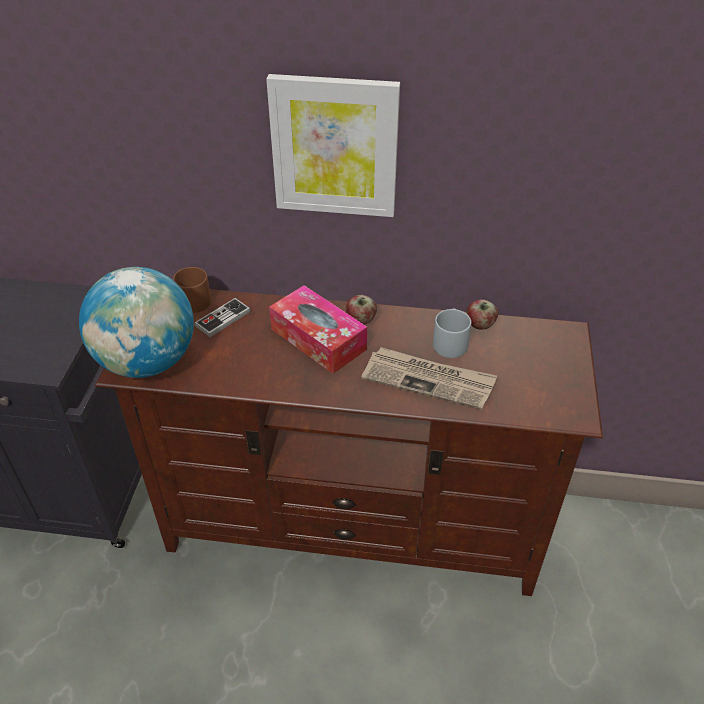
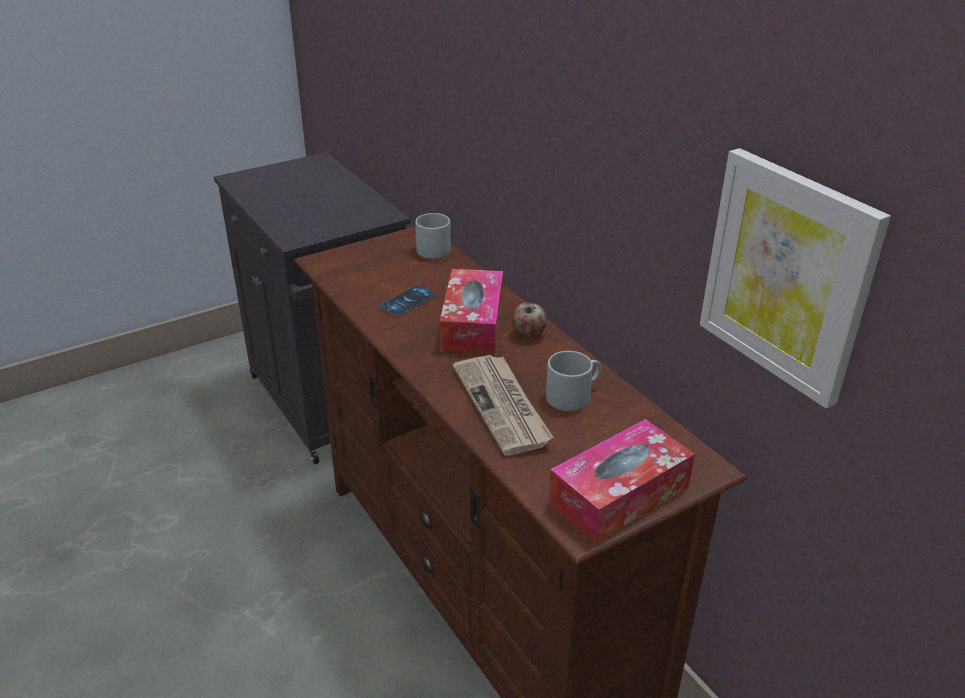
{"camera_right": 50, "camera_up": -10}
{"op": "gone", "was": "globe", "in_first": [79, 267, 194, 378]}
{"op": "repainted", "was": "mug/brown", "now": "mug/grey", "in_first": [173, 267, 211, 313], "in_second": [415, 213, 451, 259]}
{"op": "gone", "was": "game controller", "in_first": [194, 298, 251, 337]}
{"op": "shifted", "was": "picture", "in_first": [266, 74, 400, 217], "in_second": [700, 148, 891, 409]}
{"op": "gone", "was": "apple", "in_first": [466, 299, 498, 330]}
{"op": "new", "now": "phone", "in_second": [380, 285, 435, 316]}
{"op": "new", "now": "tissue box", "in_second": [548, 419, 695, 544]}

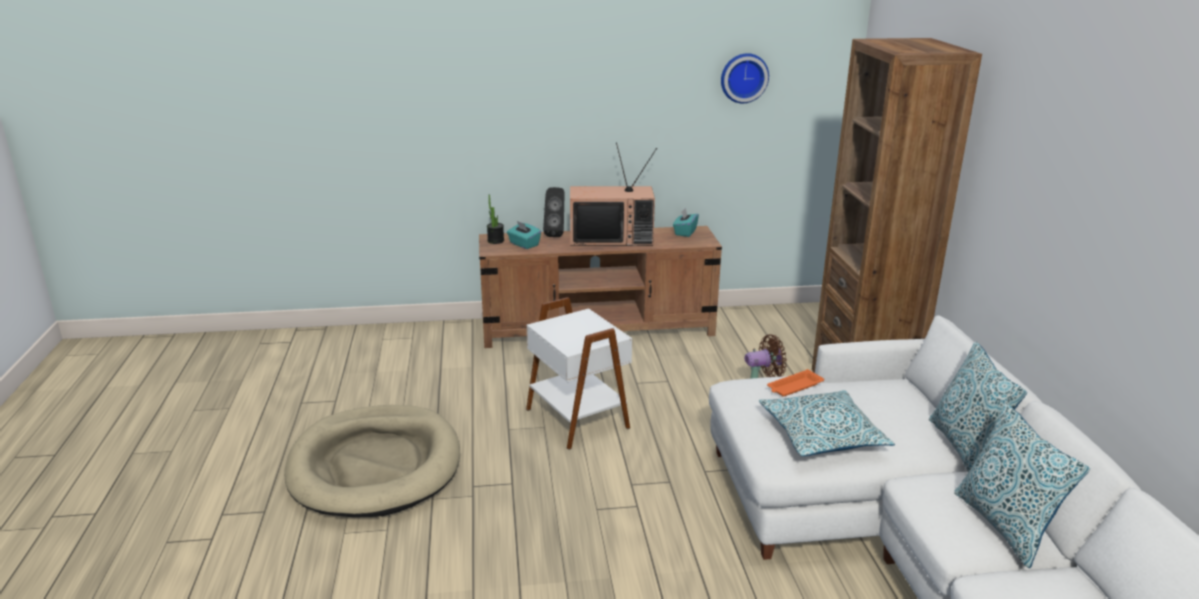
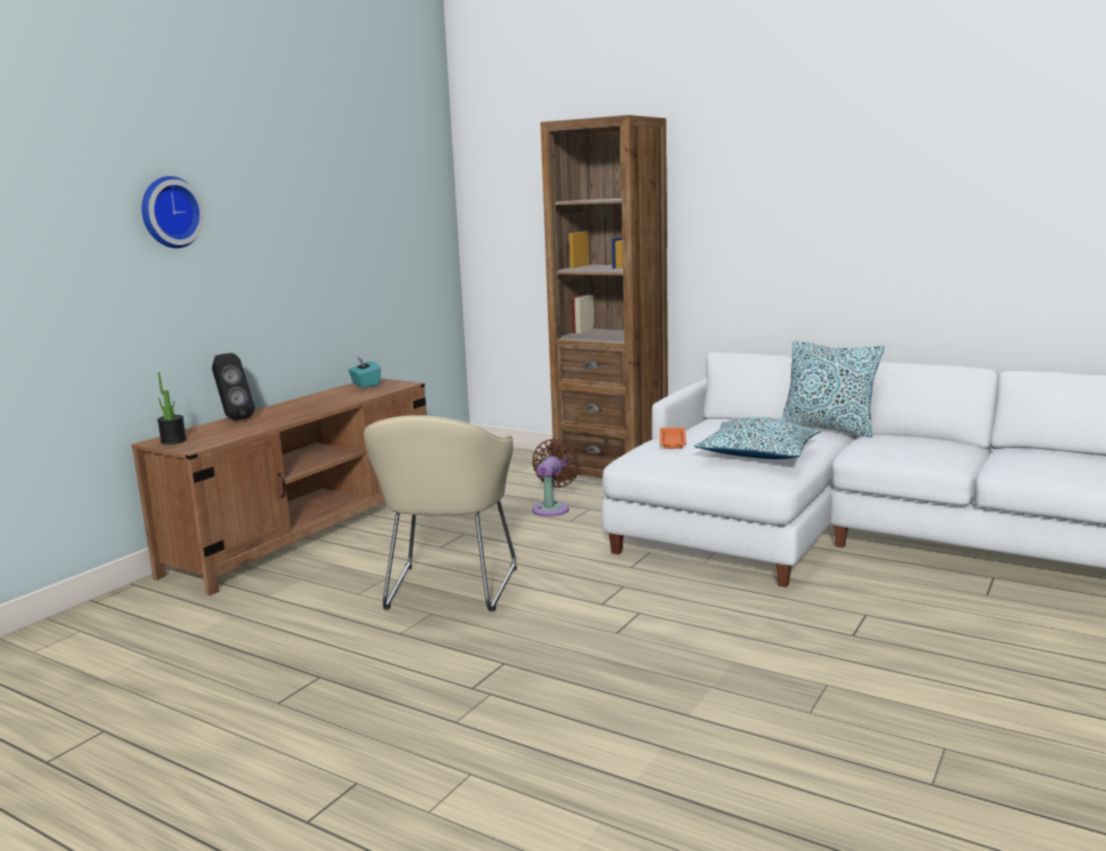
{"camera_right": -50, "camera_up": -10}
{"op": "gone", "was": "dog bed/beige", "in_first": [284, 405, 460, 517]}
{"op": "gone", "was": "tissue box/turquoise", "in_first": [507, 221, 541, 249]}
{"op": "swapped", "was": "side table/white", "now": "armchair/beige", "in_first": [526, 297, 632, 450], "in_second": [364, 415, 517, 611]}
{"op": "gone", "was": "television", "in_first": [570, 142, 657, 246]}
{"op": "shifted", "was": "wall clock", "in_first": [721, 53, 769, 103], "in_second": [142, 176, 205, 248]}
{"op": "gone", "was": "pillow", "in_first": [954, 403, 1090, 568]}

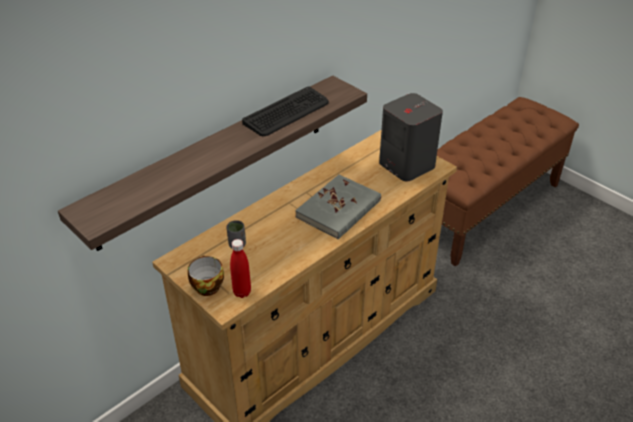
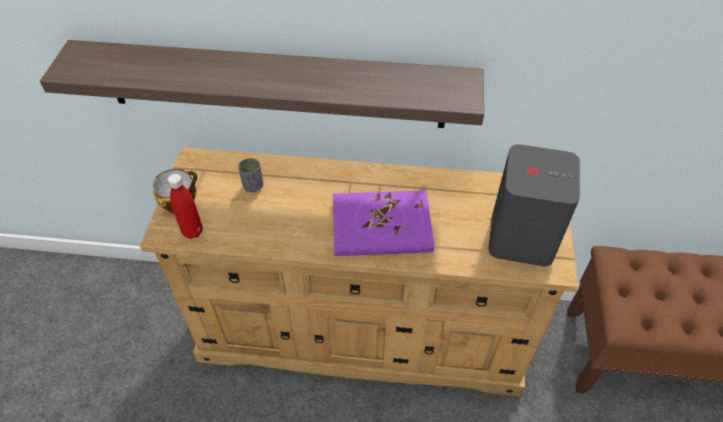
{"camera_right": 50, "camera_up": 10}
{"op": "gone", "was": "keyboard", "in_first": [242, 87, 329, 136]}
{"op": "repainted", "was": "book/grey", "now": "book/purple", "in_first": [295, 174, 381, 239], "in_second": [333, 190, 434, 256]}

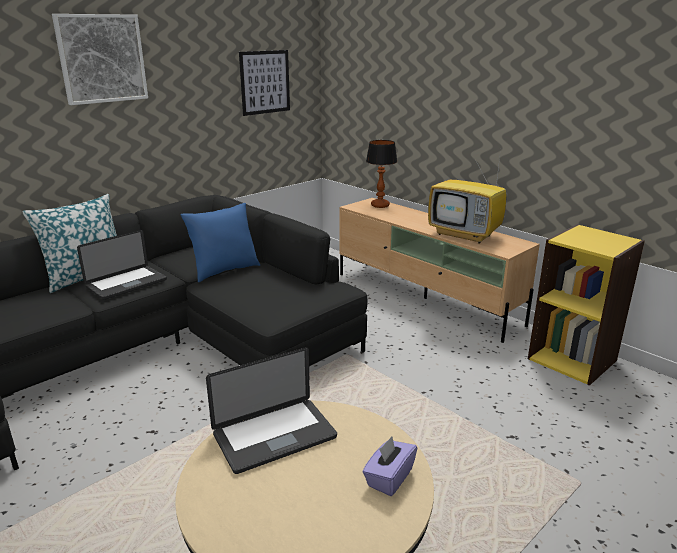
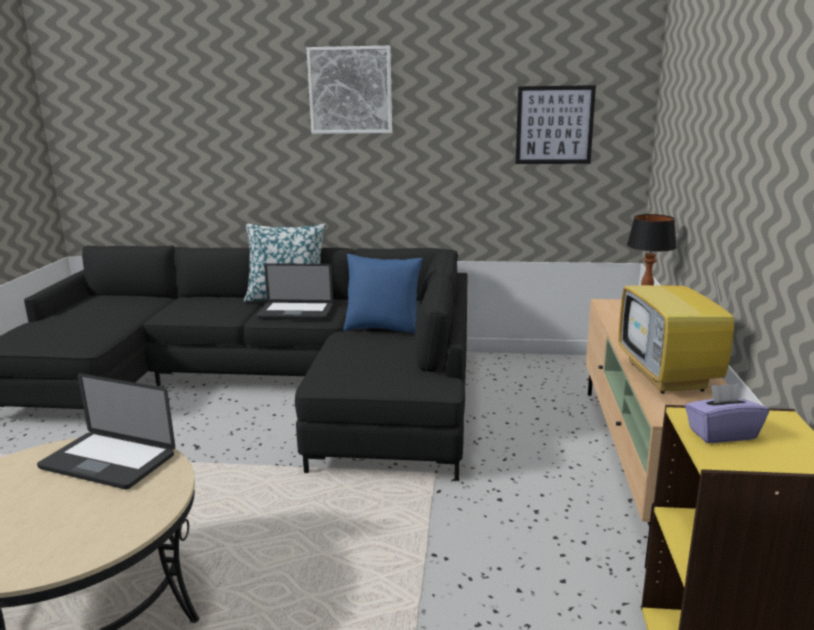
{"camera_right": 50, "camera_up": -5}
{"op": "shifted", "was": "tissue box/purple", "in_first": [363, 436, 417, 496], "in_second": [685, 383, 769, 443]}

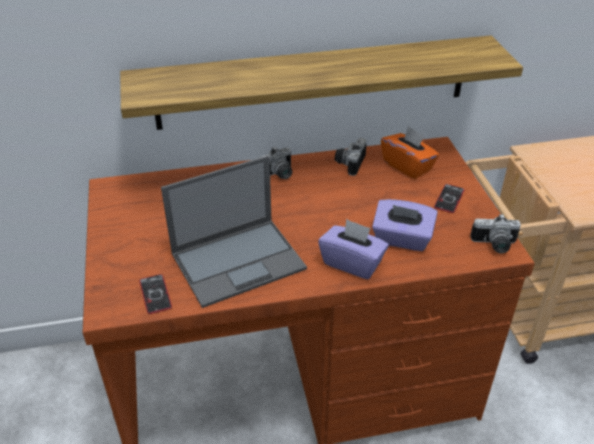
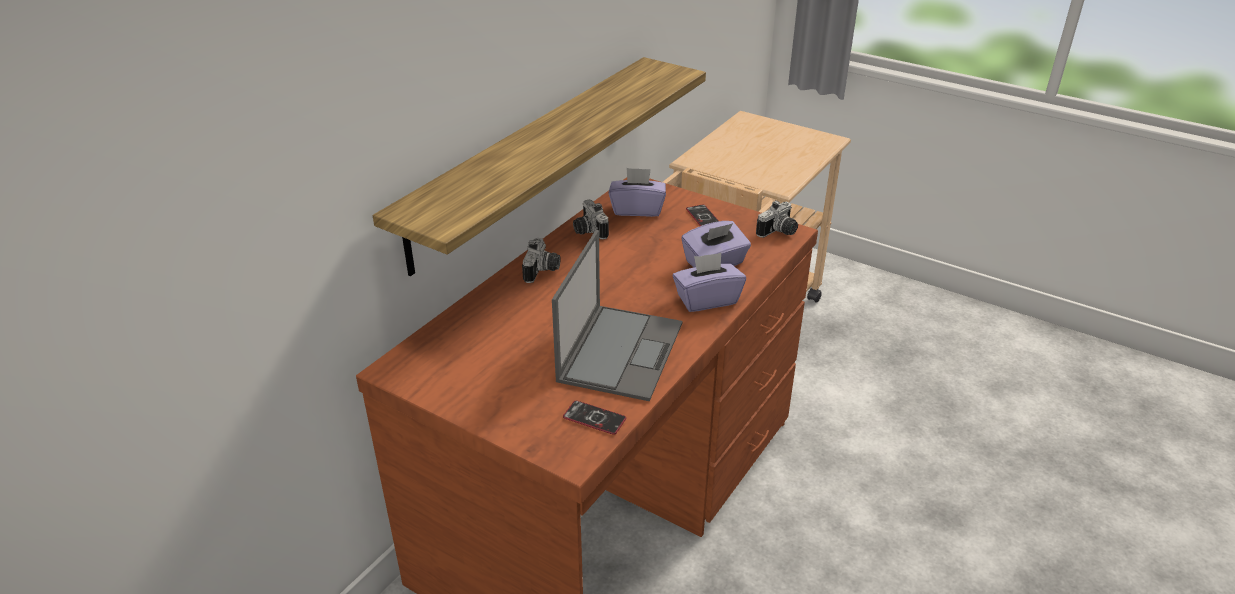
{"camera_right": -45, "camera_up": -5}
{"op": "repainted", "was": "tissue box/orange", "now": "tissue box/purple", "in_first": [381, 126, 439, 179], "in_second": [609, 168, 666, 217]}

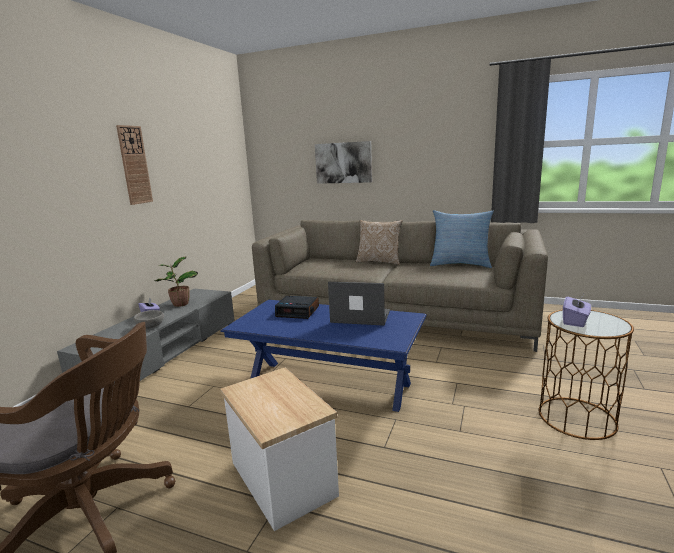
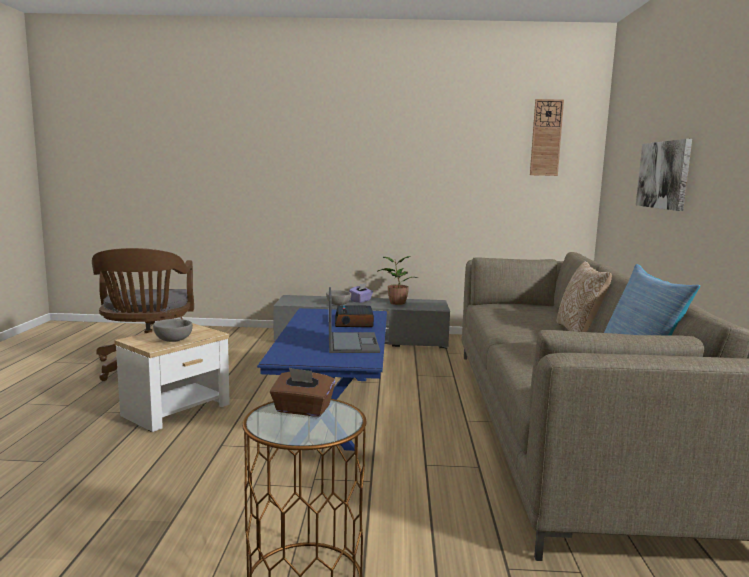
{"camera_right": 70, "camera_up": -5}
{"op": "shifted", "was": "wall clock", "in_first": [116, 125, 153, 205], "in_second": [530, 99, 564, 176]}
{"op": "repainted", "was": "tissue box/purple", "now": "tissue box/brown", "in_first": [563, 295, 591, 327], "in_second": [270, 368, 335, 417]}
{"op": "new", "now": "bowl/grey", "in_second": [153, 319, 193, 342]}

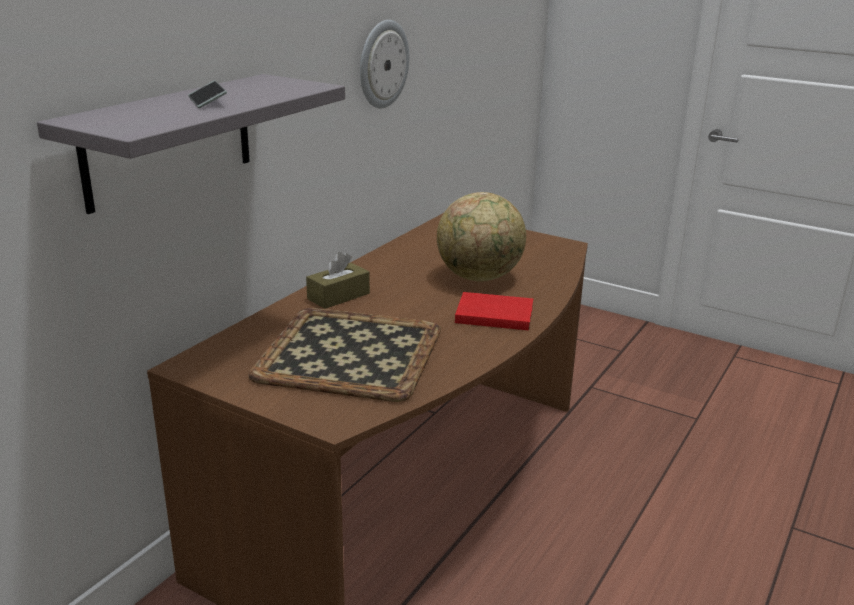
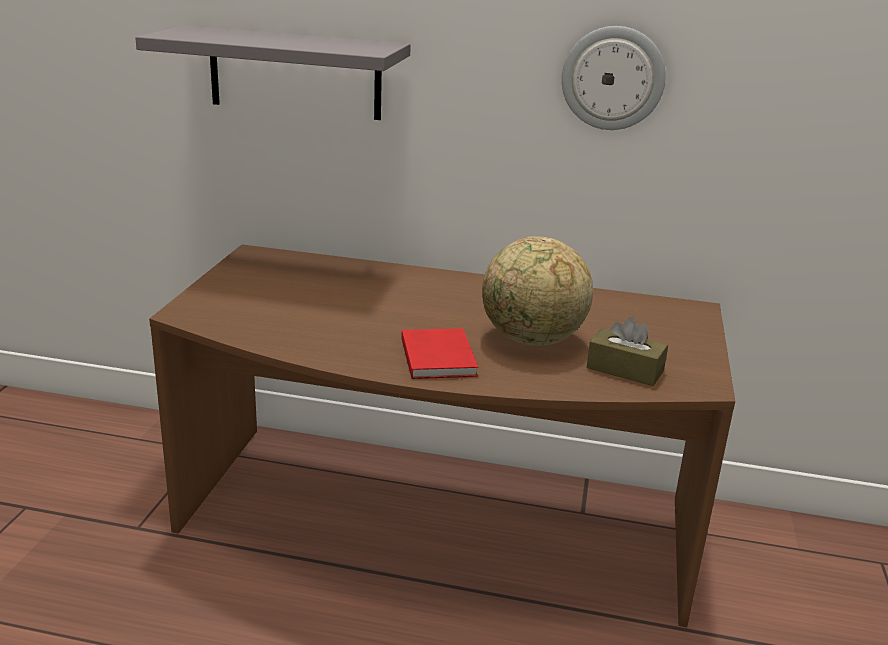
{"camera_right": 70, "camera_up": 0}
{"op": "gone", "was": "phone", "in_first": [188, 80, 227, 108]}
{"op": "gone", "was": "tray", "in_first": [248, 308, 441, 402]}
{"op": "shifted", "was": "tissue box/brown", "in_first": [306, 252, 370, 309], "in_second": [587, 317, 668, 386]}

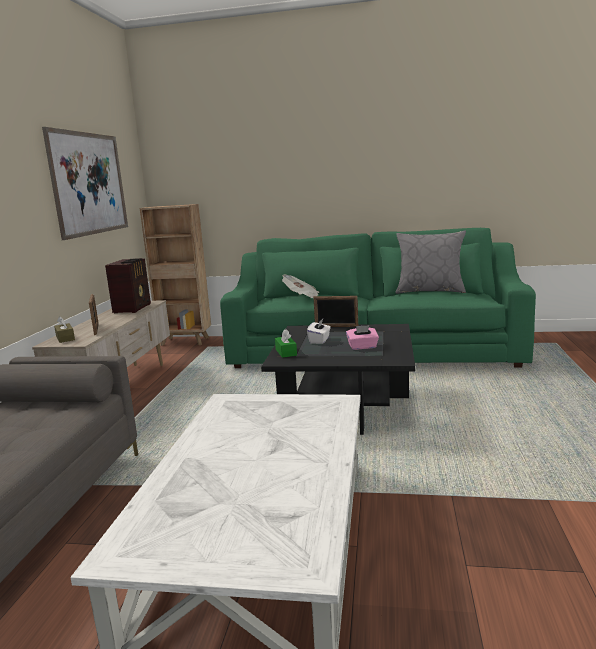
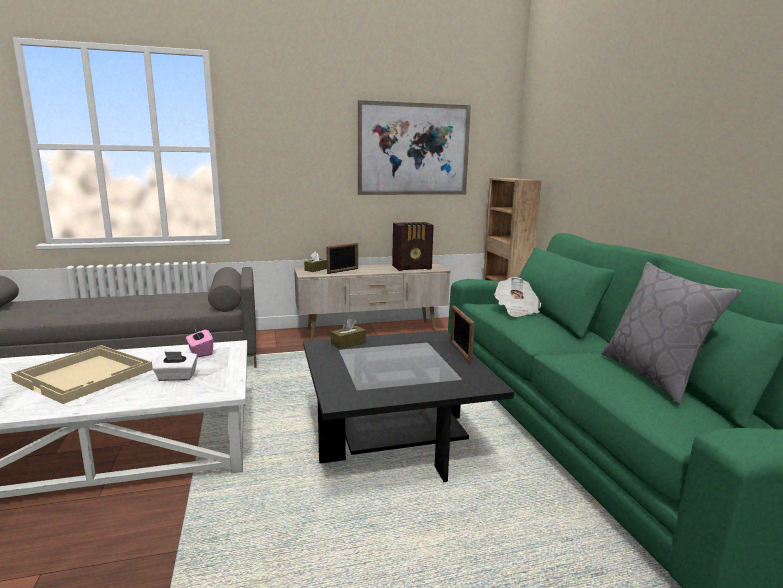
{"camera_right": 65, "camera_up": 0}
{"op": "repainted", "was": "tissue box/green", "now": "tissue box/brown", "in_first": [275, 329, 297, 358], "in_second": [331, 318, 366, 349]}
{"op": "shifted", "was": "tissue box/white", "in_first": [307, 319, 331, 344], "in_second": [153, 351, 198, 381]}
{"op": "shifted", "was": "tissue box/pink", "in_first": [346, 325, 379, 350], "in_second": [186, 330, 213, 357]}
{"op": "new", "now": "tray/beige", "in_second": [11, 345, 153, 404]}

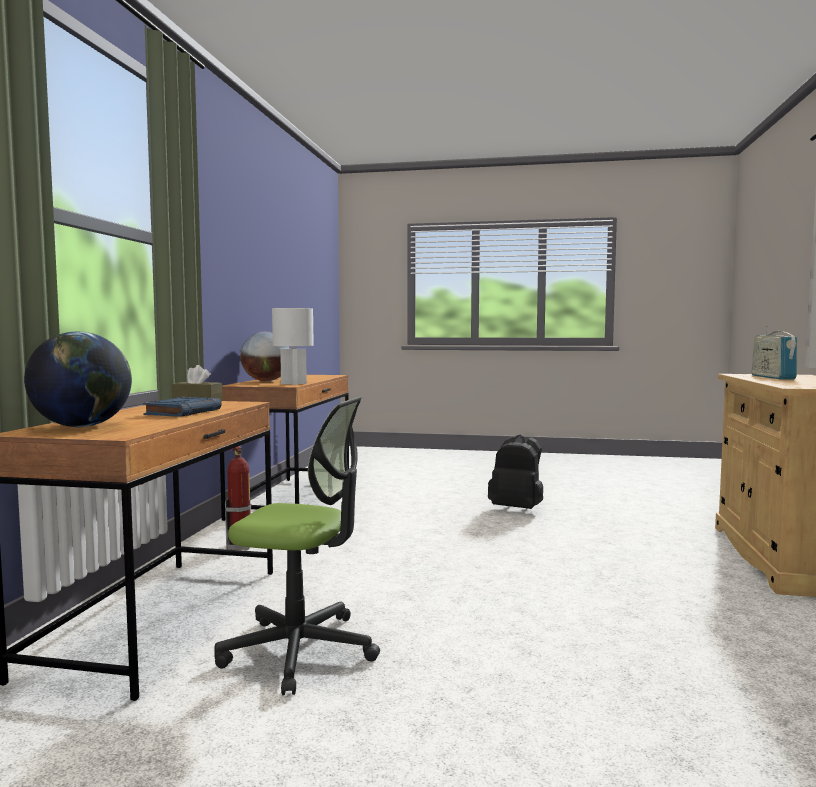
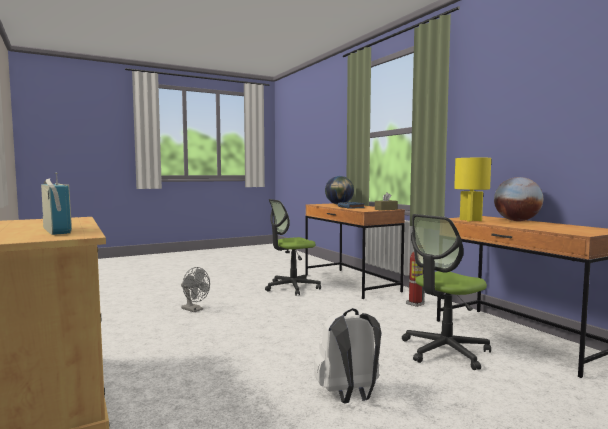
{"camera_right": 140, "camera_up": 0}
{"op": "repainted", "was": "table lamp/white", "now": "table lamp/yellow", "in_first": [272, 308, 314, 385], "in_second": [454, 158, 491, 222]}
{"op": "repainted", "was": "backpack/black", "now": "backpack/white", "in_first": [488, 435, 543, 509], "in_second": [314, 308, 381, 403]}
{"op": "new", "now": "fan/grey", "in_second": [181, 267, 210, 312]}
{"op": "new", "now": "office chair", "in_second": [402, 214, 491, 370]}

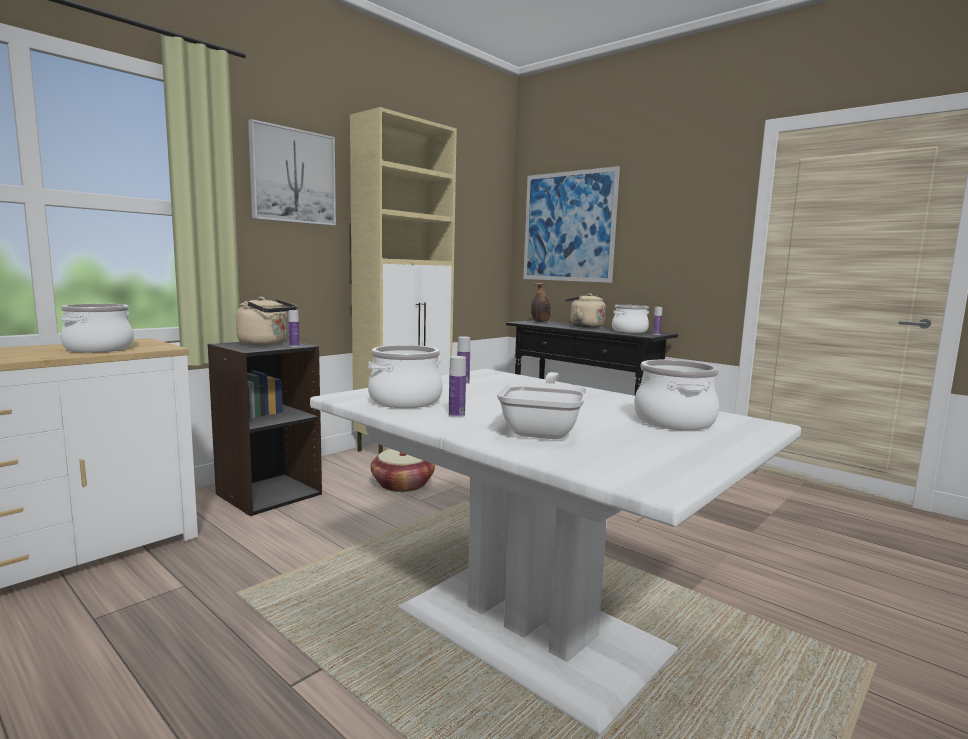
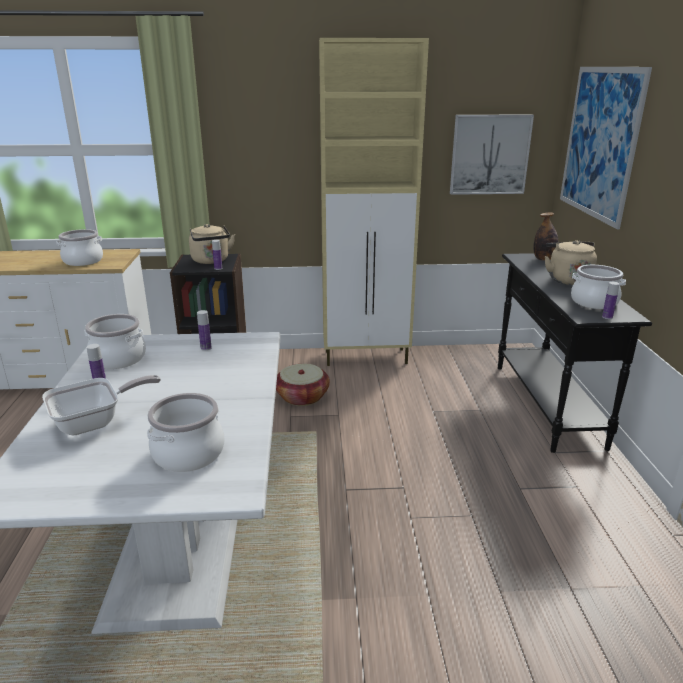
{"camera_right": 45, "camera_up": 15}
{"op": "shifted", "was": "picture", "in_first": [248, 119, 336, 226], "in_second": [450, 114, 534, 195]}

